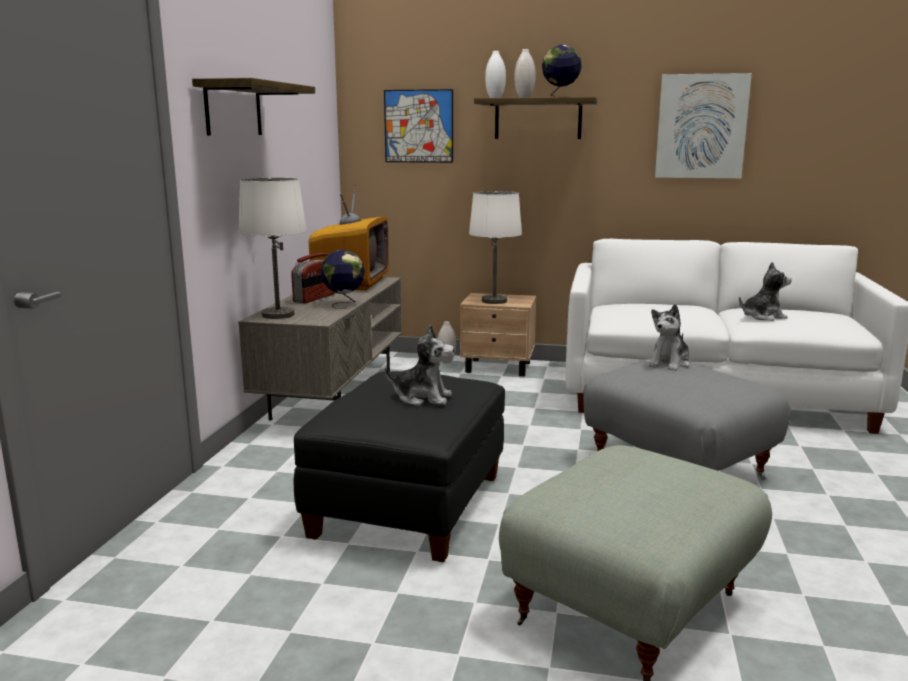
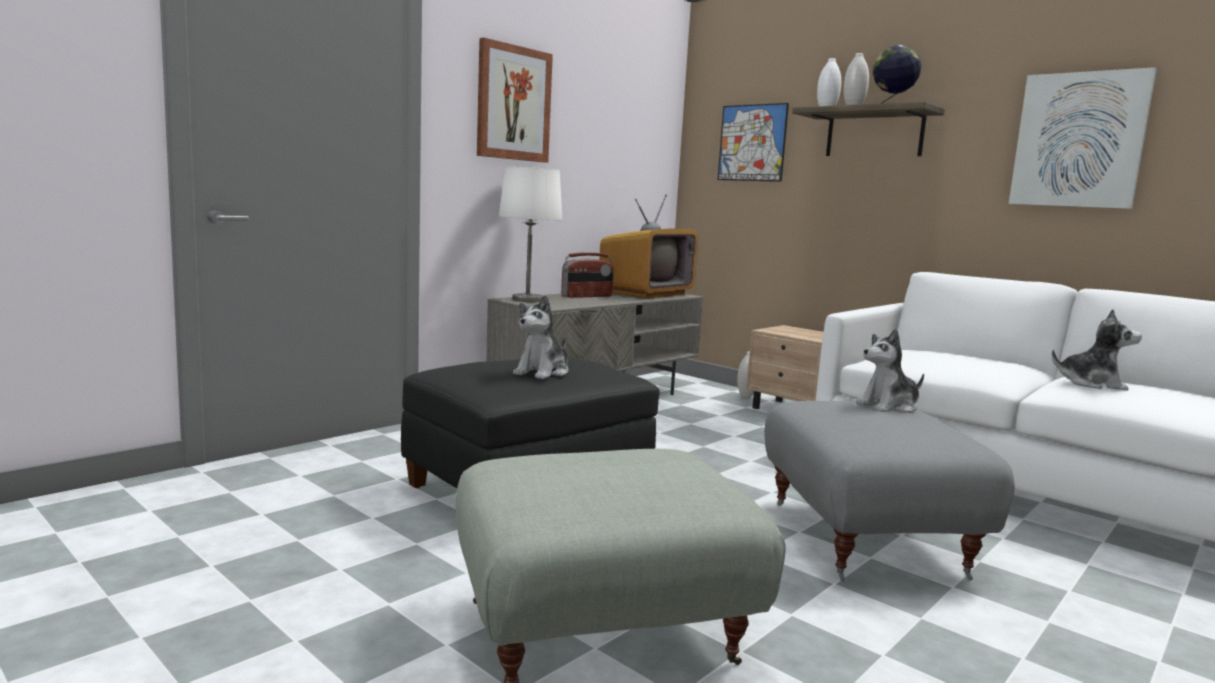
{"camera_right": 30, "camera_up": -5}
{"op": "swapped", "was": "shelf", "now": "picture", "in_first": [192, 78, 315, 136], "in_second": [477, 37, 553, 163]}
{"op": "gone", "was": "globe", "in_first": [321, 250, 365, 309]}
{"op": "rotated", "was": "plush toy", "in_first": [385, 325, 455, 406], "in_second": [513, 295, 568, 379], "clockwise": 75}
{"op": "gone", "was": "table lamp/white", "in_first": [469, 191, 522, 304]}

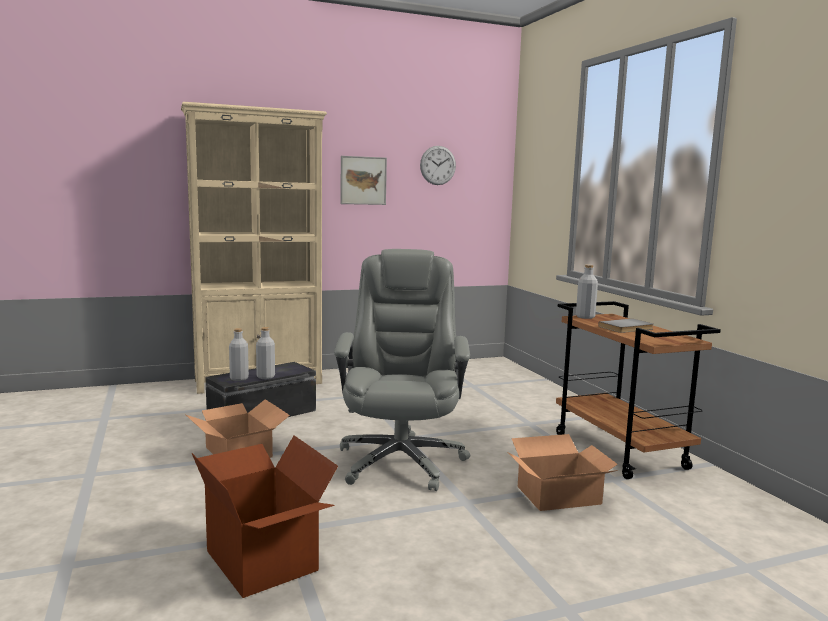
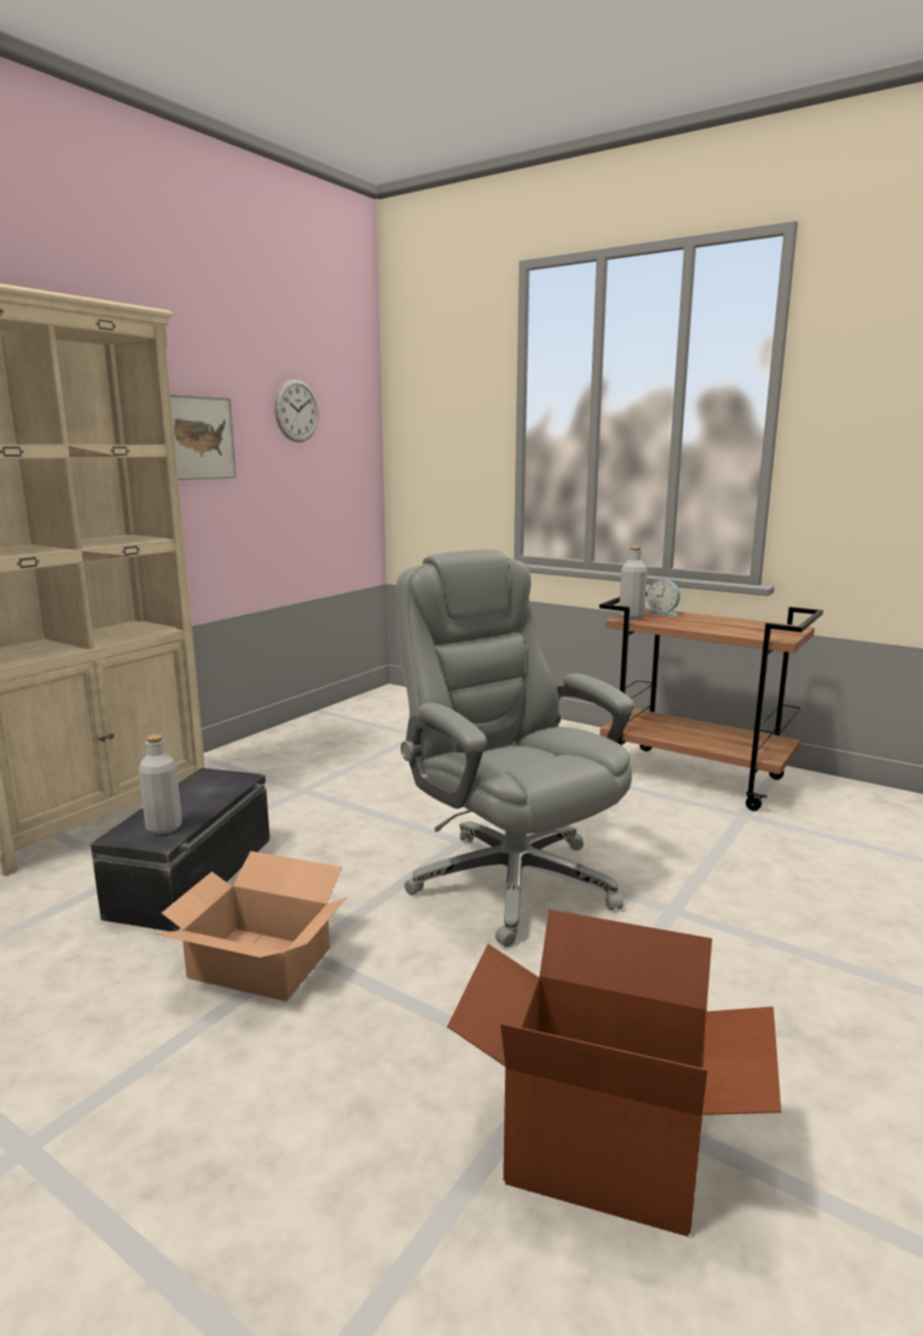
{"camera_right": -35, "camera_up": 5}
{"op": "gone", "was": "bottle/grey", "in_first": [256, 327, 275, 379]}
{"op": "gone", "was": "cardboard box", "in_first": [507, 434, 618, 511]}
{"op": "gone", "was": "book/grey", "in_first": [598, 318, 653, 333]}
{"op": "new", "now": "alarm clock", "in_second": [646, 580, 680, 616]}

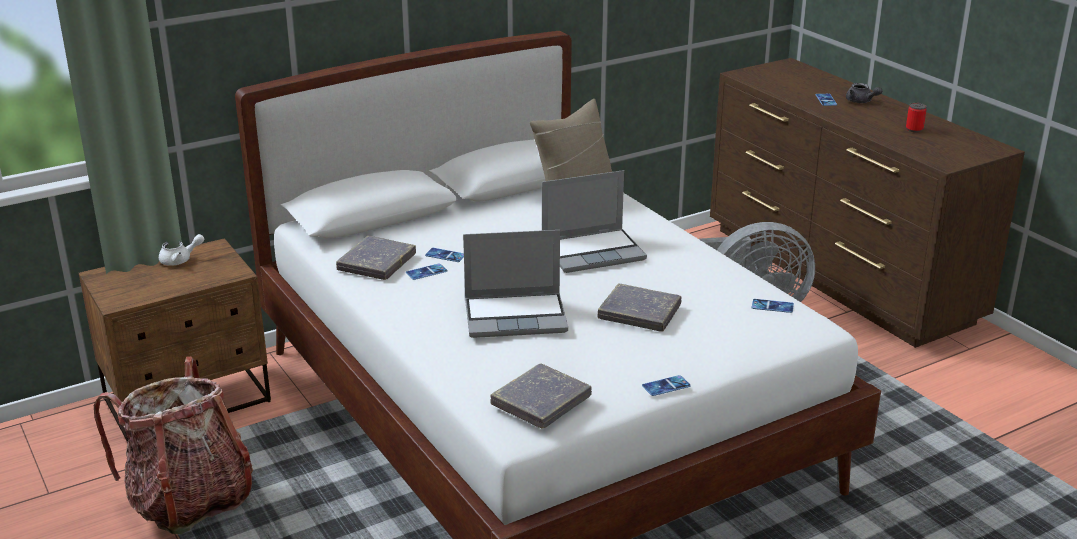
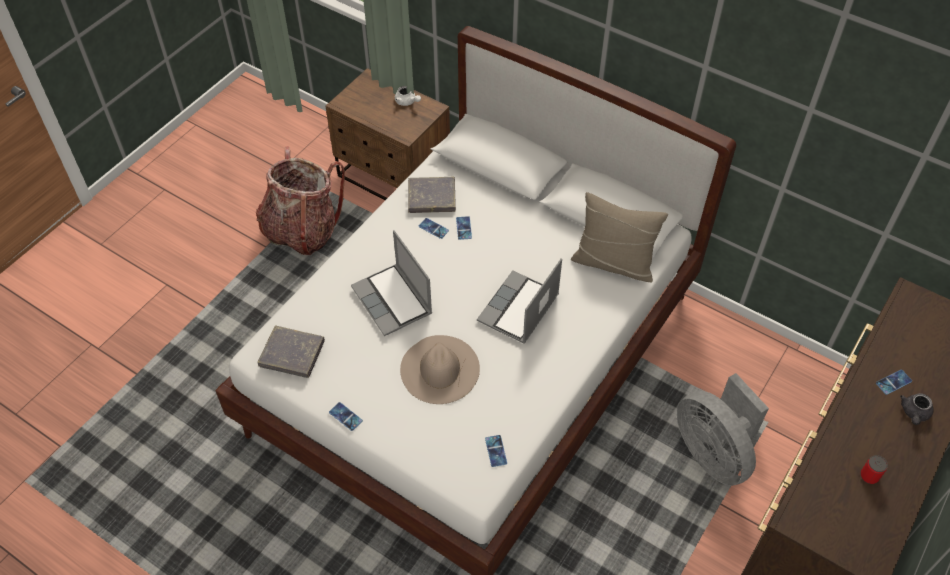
{"camera_right": 65, "camera_up": 25}
{"op": "rotated", "was": "laptop", "in_first": [542, 170, 647, 273], "in_second": [477, 258, 562, 344], "clockwise": 75}
{"op": "swapped", "was": "book/grey", "now": "hat/beige", "in_first": [598, 283, 681, 331], "in_second": [400, 335, 480, 404]}

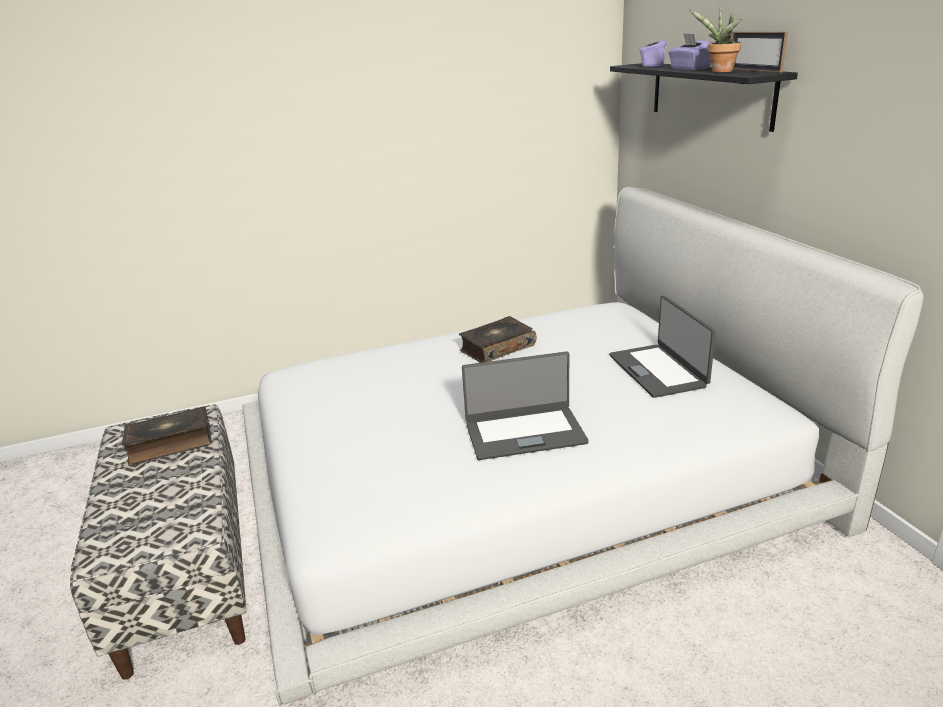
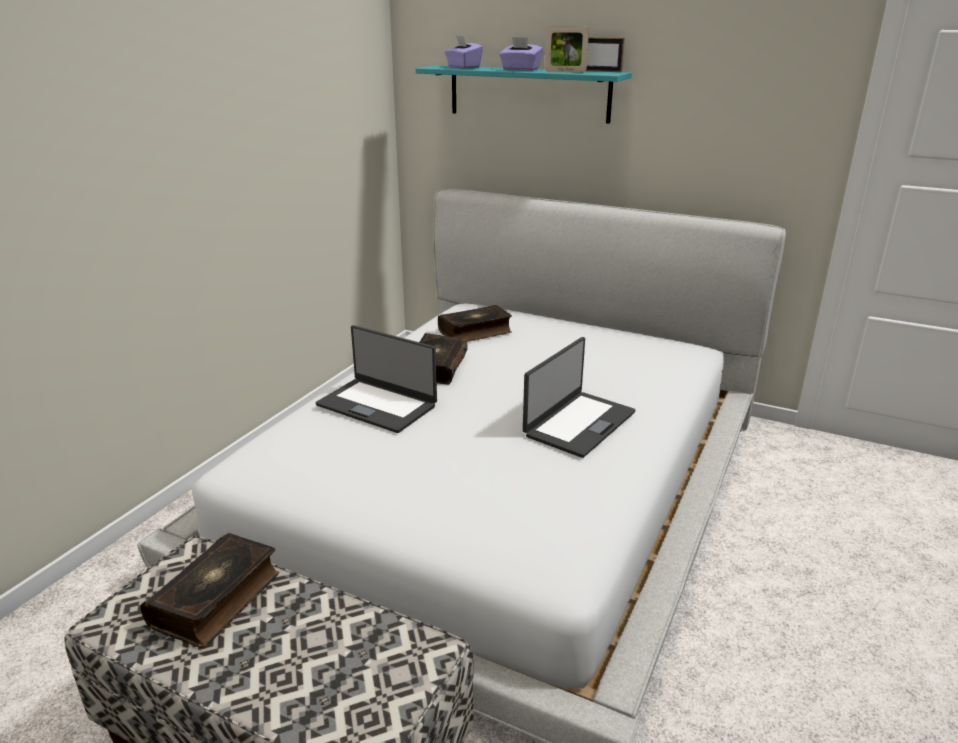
{"camera_right": -45, "camera_up": 0}
{"op": "shifted", "was": "laptop", "in_first": [609, 295, 716, 398], "in_second": [316, 325, 437, 433]}
{"op": "repainted", "was": "shelf/black", "now": "shelf/turquoise", "in_first": [610, 63, 798, 132], "in_second": [416, 65, 632, 124]}
{"op": "swapped", "was": "potted plant", "now": "picture frame", "in_first": [689, 7, 742, 72], "in_second": [545, 26, 589, 73]}
{"op": "new", "now": "book", "in_second": [438, 305, 512, 342]}

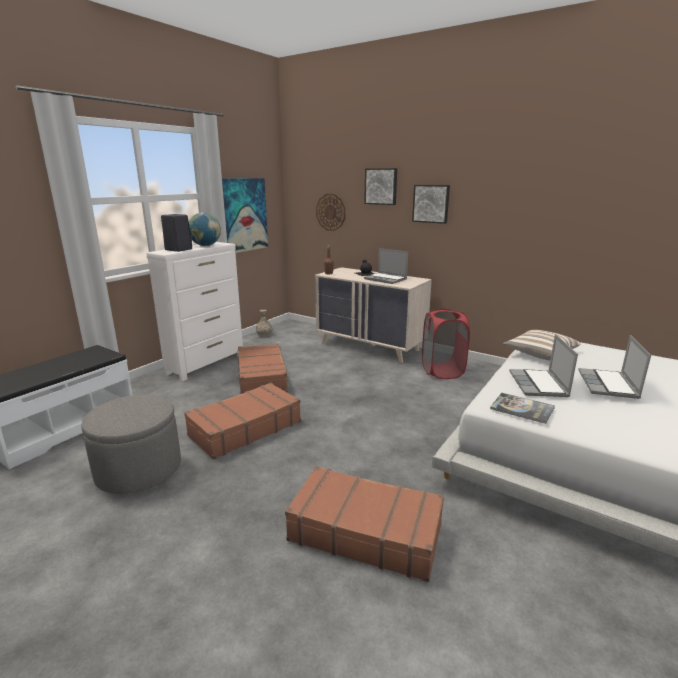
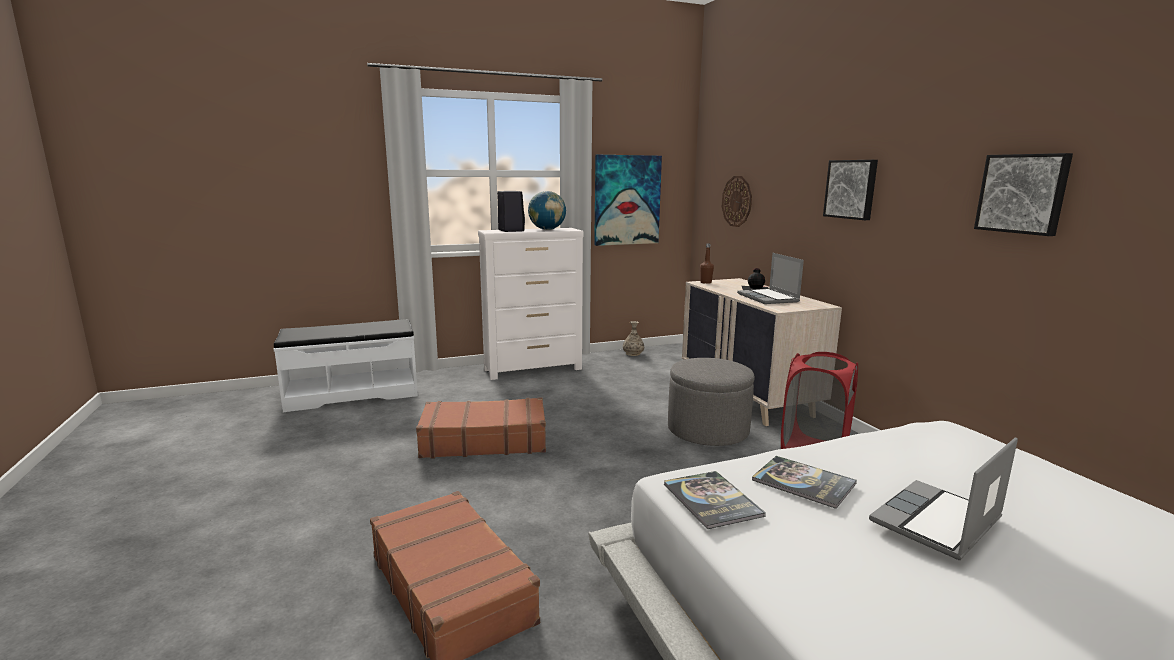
{"camera_right": 35, "camera_up": -5}
{"op": "shifted", "was": "ottoman/grey", "in_first": [81, 395, 181, 494], "in_second": [668, 358, 755, 446]}
{"op": "gone", "was": "suitcase/brown", "in_first": [238, 344, 291, 394]}
{"op": "shifted", "was": "picture", "in_first": [364, 168, 397, 205], "in_second": [974, 153, 1073, 236]}
{"op": "gone", "was": "pillow", "in_first": [503, 330, 580, 361]}
{"op": "swapped", "was": "laptop", "now": "book", "in_first": [509, 334, 578, 397], "in_second": [752, 456, 857, 509]}

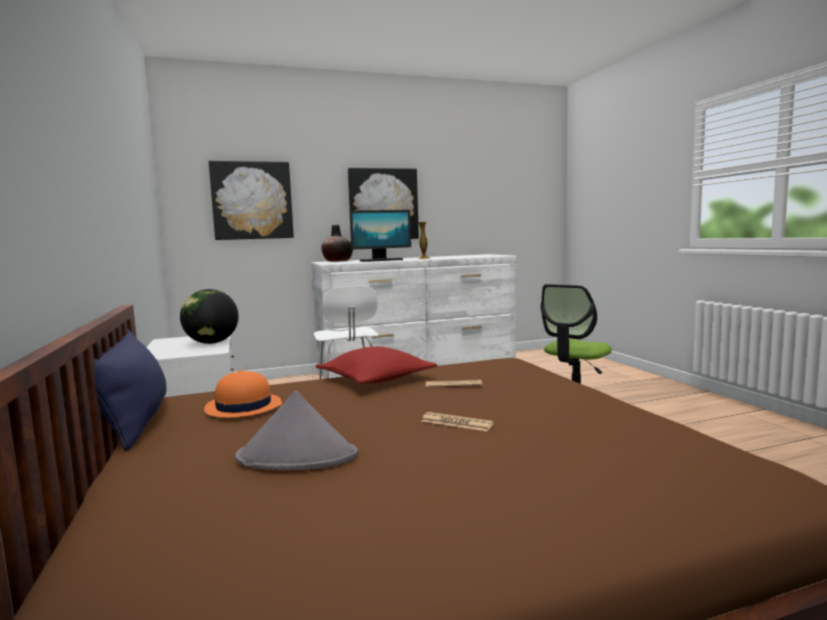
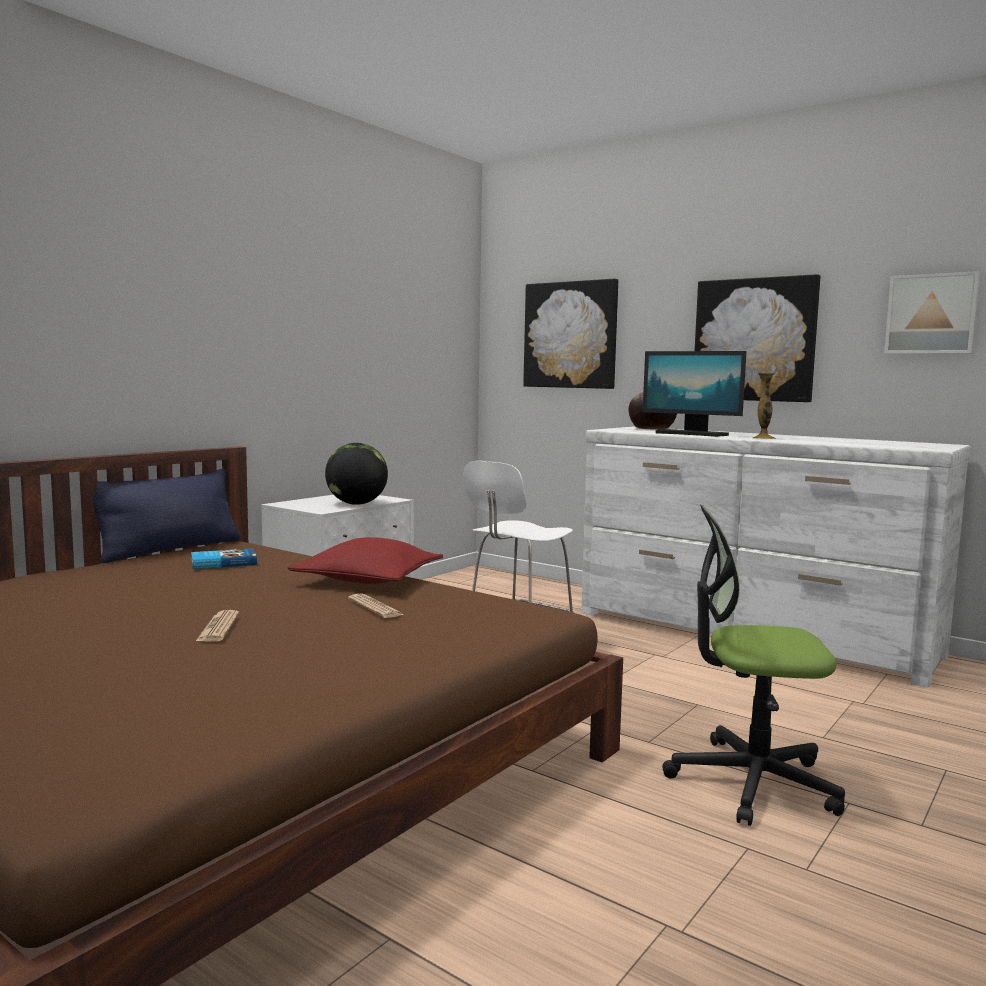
{"camera_right": 55, "camera_up": 0}
{"op": "swapped", "was": "hat/orange", "now": "book", "in_first": [204, 370, 282, 418], "in_second": [191, 548, 257, 569]}
{"op": "gone", "was": "hat/grey", "in_first": [235, 391, 358, 470]}
{"op": "new", "now": "picture", "in_second": [884, 271, 980, 354]}

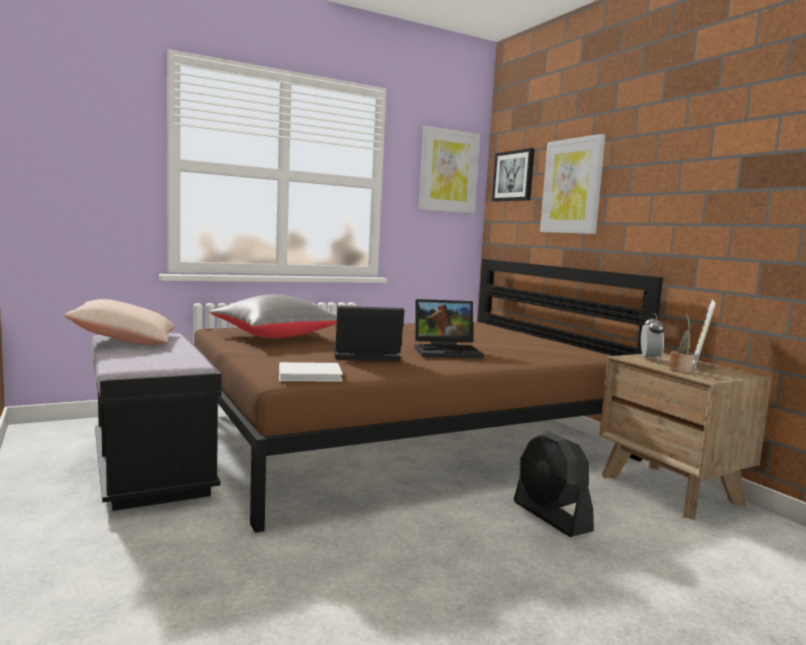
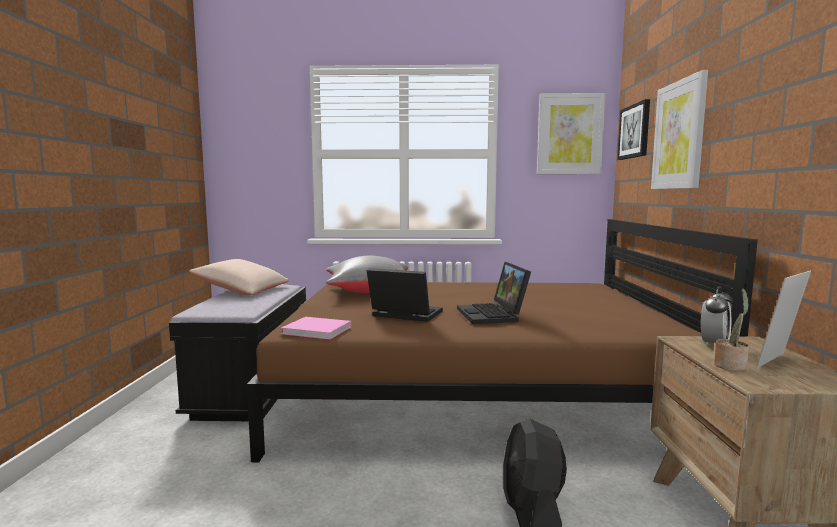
{"camera_right": 30, "camera_up": 0}
{"op": "repainted", "was": "book/white", "now": "book/pink", "in_first": [279, 362, 343, 381], "in_second": [281, 317, 351, 339]}
{"op": "rotated", "was": "laptop", "in_first": [415, 299, 484, 358], "in_second": [457, 262, 531, 324], "clockwise": 60}

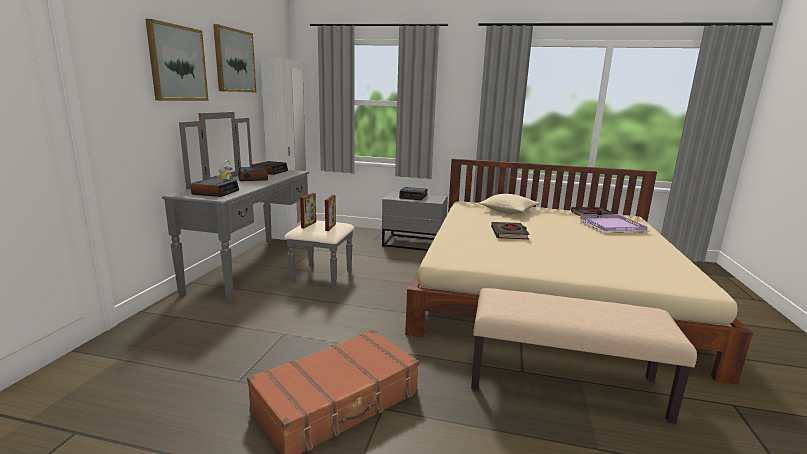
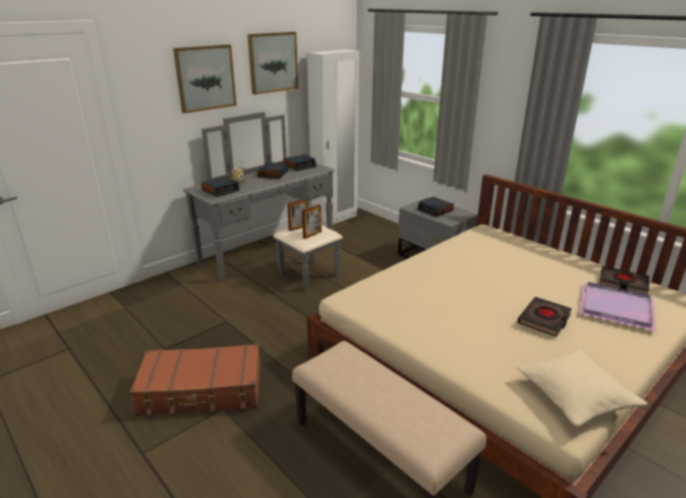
{"camera_right": 35, "camera_up": 10}
{"op": "shifted", "was": "pillow/beige", "in_first": [479, 194, 540, 214], "in_second": [517, 350, 648, 427]}
{"op": "shifted", "was": "book/black", "in_first": [491, 222, 529, 240], "in_second": [517, 297, 572, 337]}

